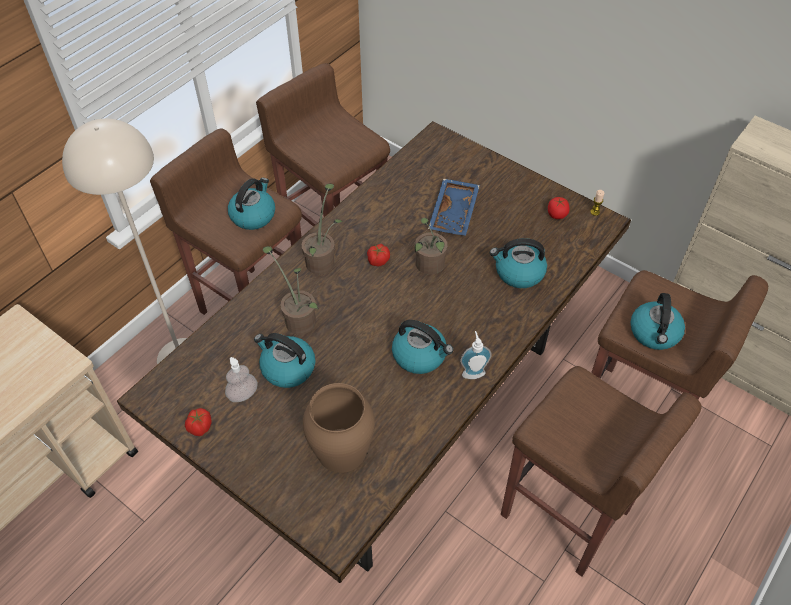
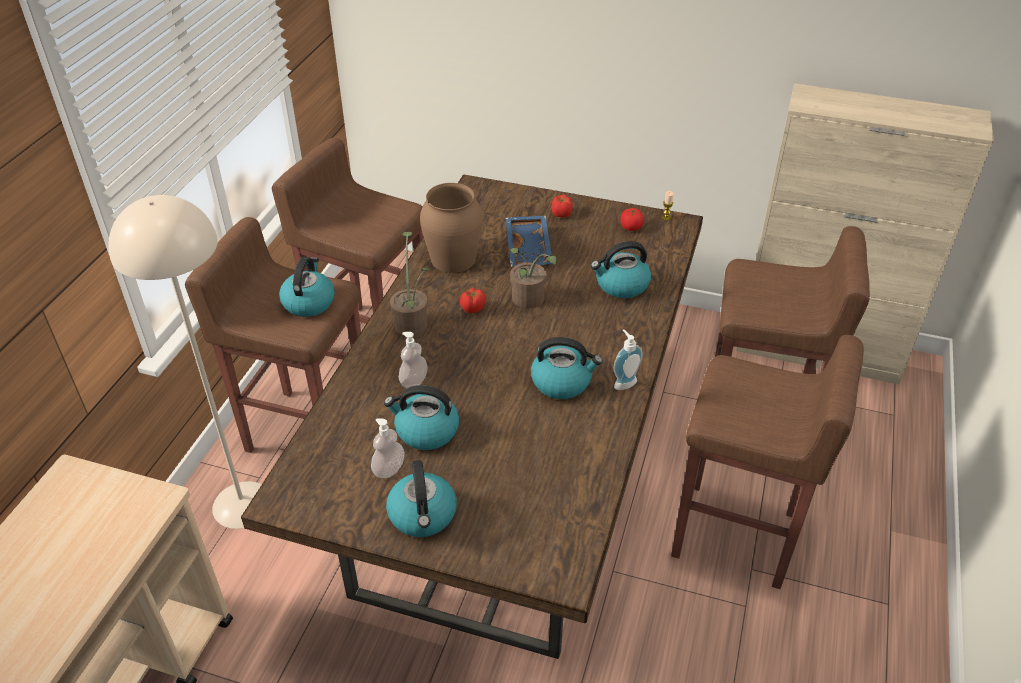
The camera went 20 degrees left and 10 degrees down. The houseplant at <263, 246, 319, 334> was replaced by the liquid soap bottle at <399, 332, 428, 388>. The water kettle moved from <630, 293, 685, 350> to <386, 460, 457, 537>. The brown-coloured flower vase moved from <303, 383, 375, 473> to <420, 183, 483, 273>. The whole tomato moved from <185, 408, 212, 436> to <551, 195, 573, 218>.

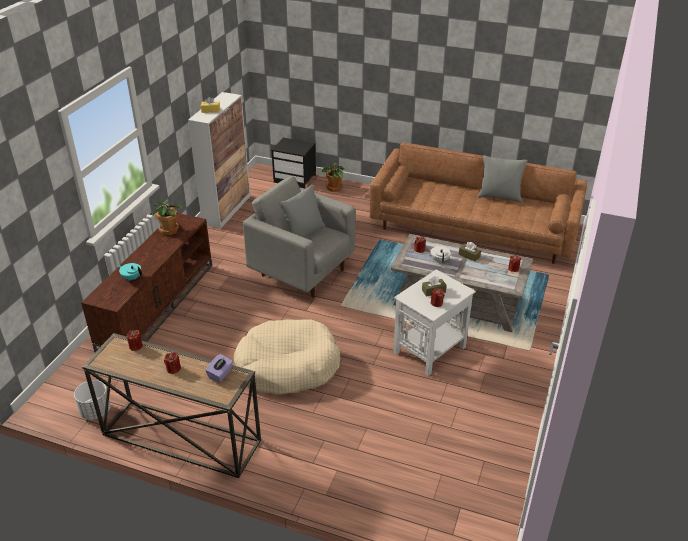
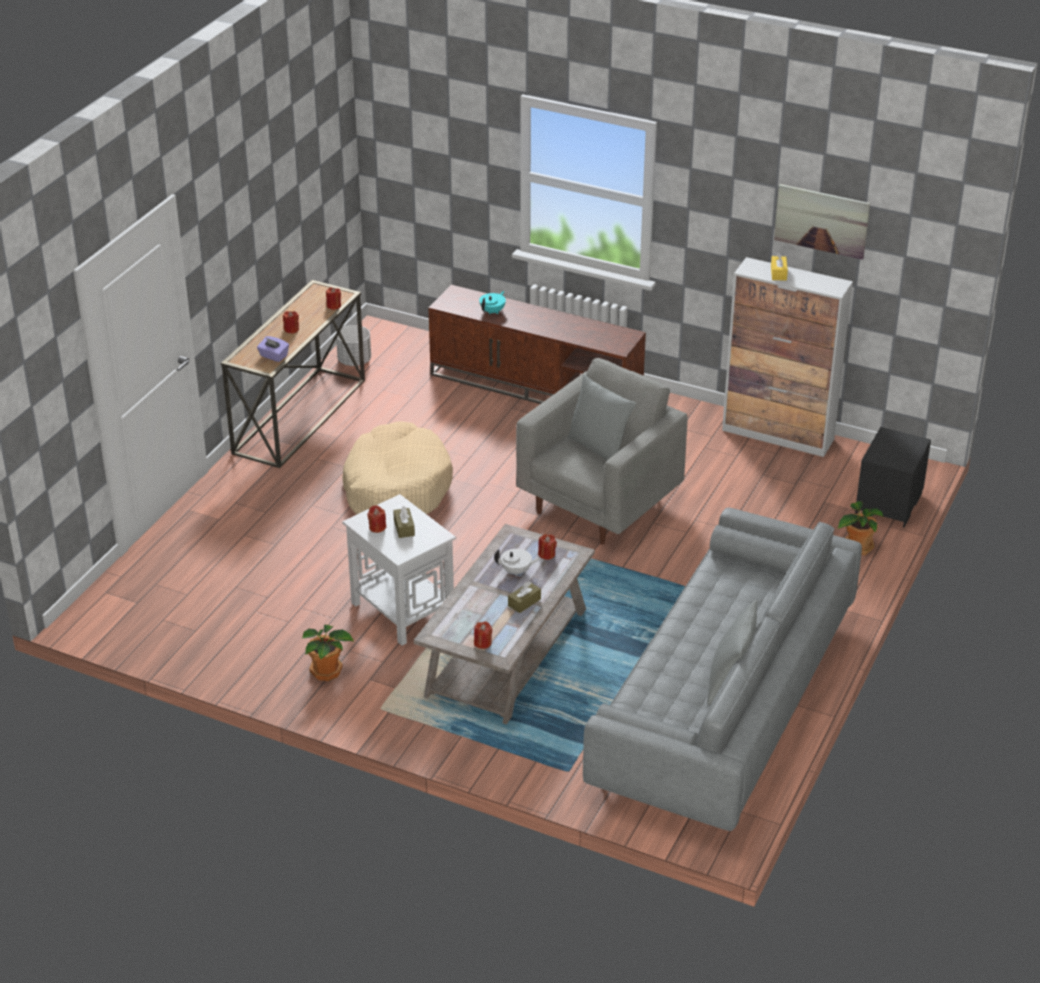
The camera went 95 degrees right and 0 degrees up. The brown-coloured couch at <370, 143, 587, 264> became the grey couch at <583, 508, 862, 831>. The houseplant moved from <153, 201, 182, 235> to <302, 625, 354, 681>. The picture at <774, 184, 870, 260> appeared.

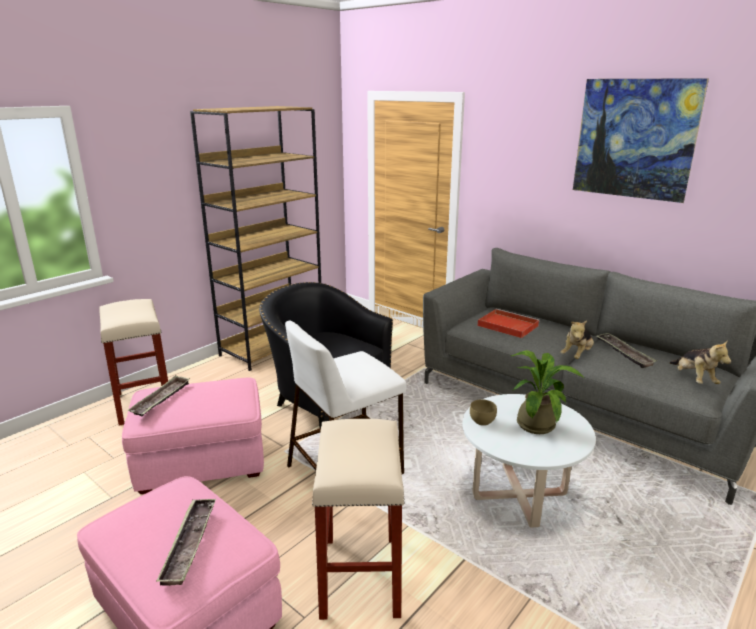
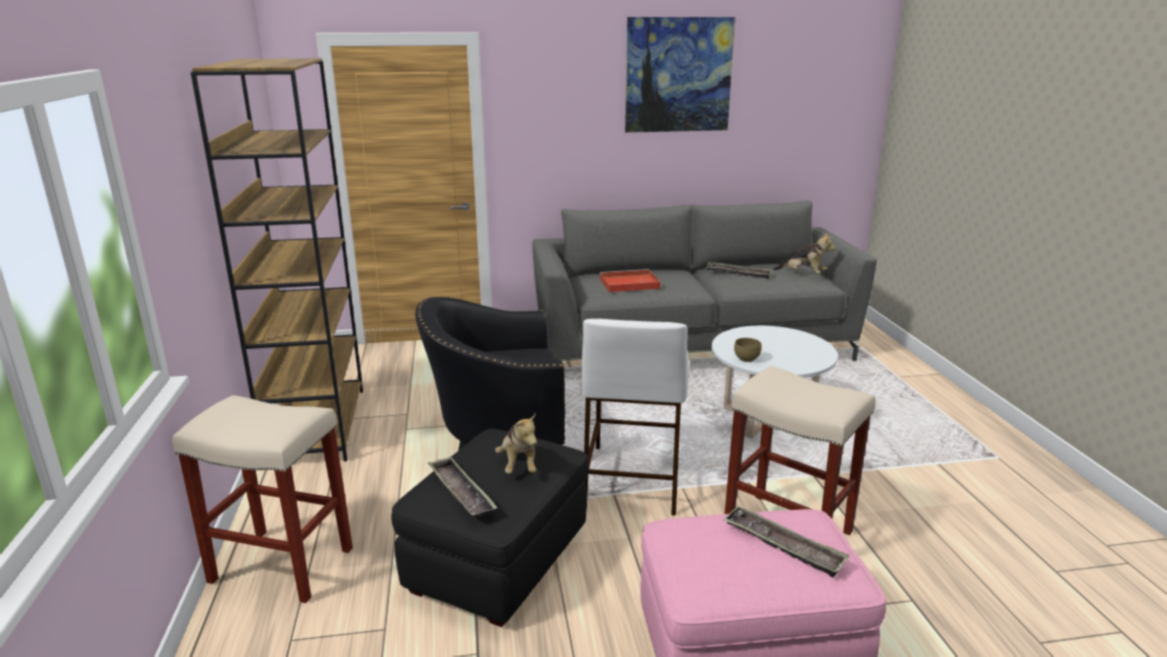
The camera went 50 degrees left and 0 degrees up. The plush toy moved from <560, 320, 594, 359> to <495, 413, 537, 474>. The houseplant at <511, 350, 584, 434> disappeared. The pinkish ottoman at <122, 378, 264, 494> became the black ottoman at <392, 429, 588, 627>.

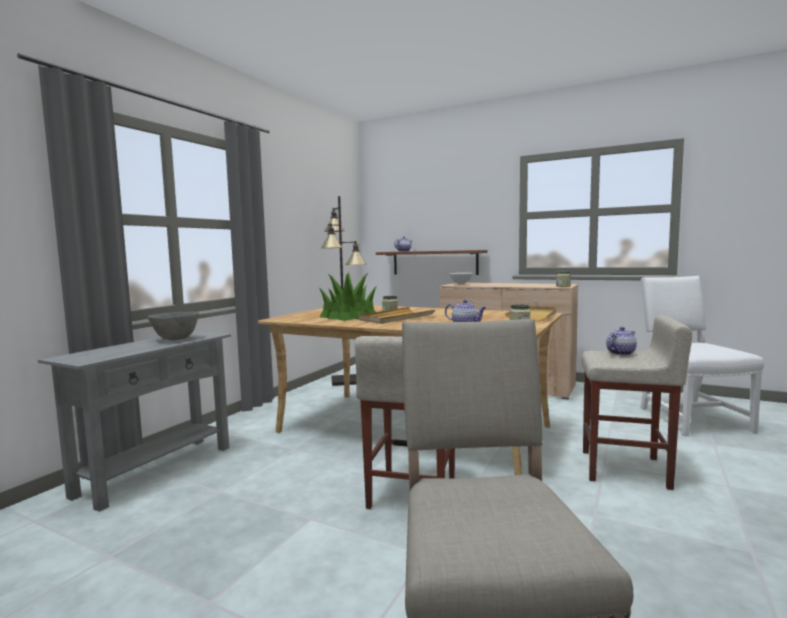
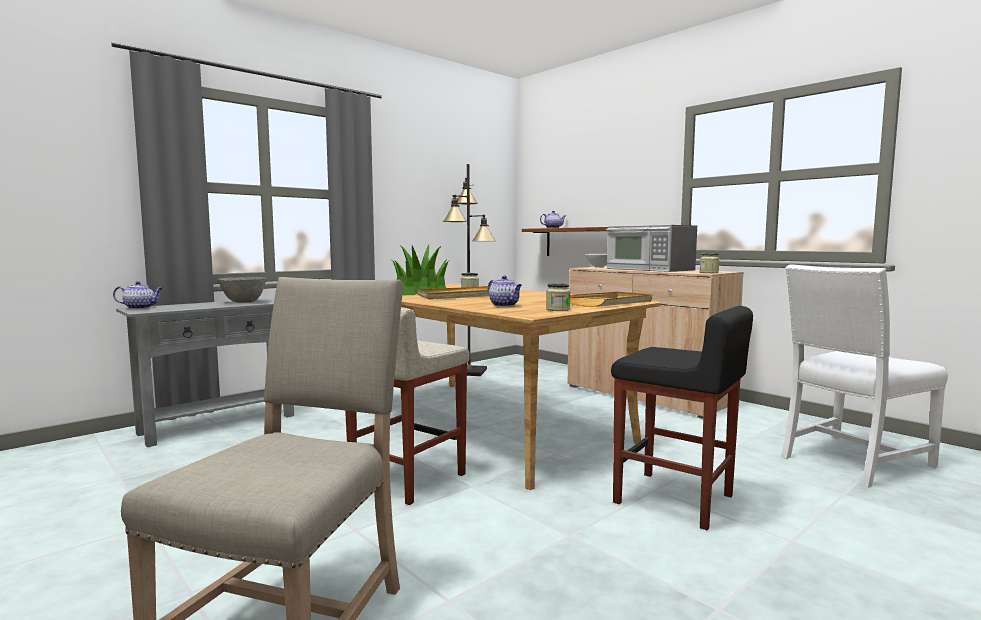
The camera went 20 degrees right and 0 degrees up. The whitish plain chair at <640, 276, 764, 436> turned 135 degrees counterclockwise. The beige-coloured stool at <581, 315, 692, 490> became the black stool at <611, 306, 753, 530>. The teapot moved from <606, 327, 637, 355> to <113, 281, 163, 309>. The microwave oven at <606, 225, 697, 272> appeared.

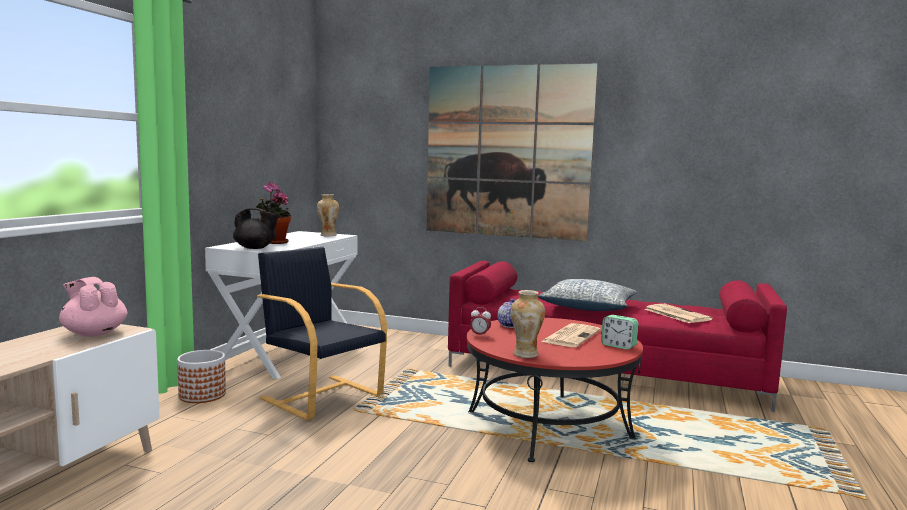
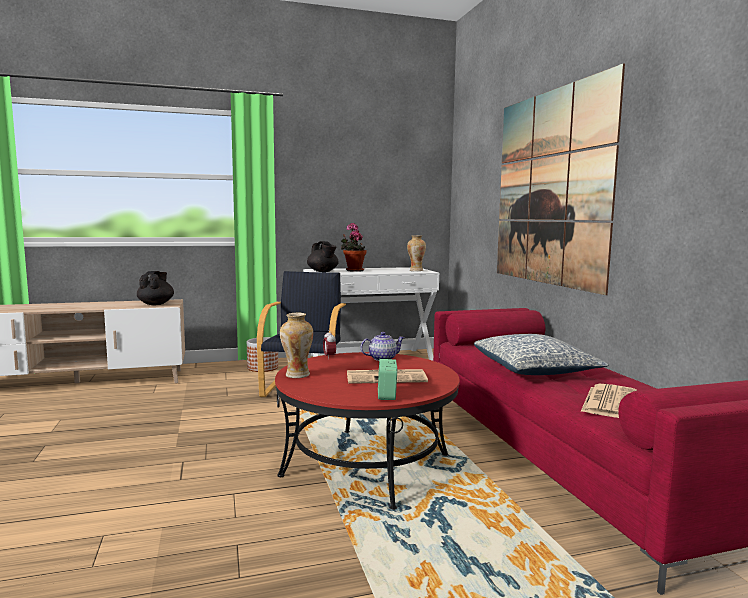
The camera went 55 degrees right and 0 degrees up. The pinkish teapot at <59, 277, 127, 337> became the black teapot at <137, 271, 174, 305>.

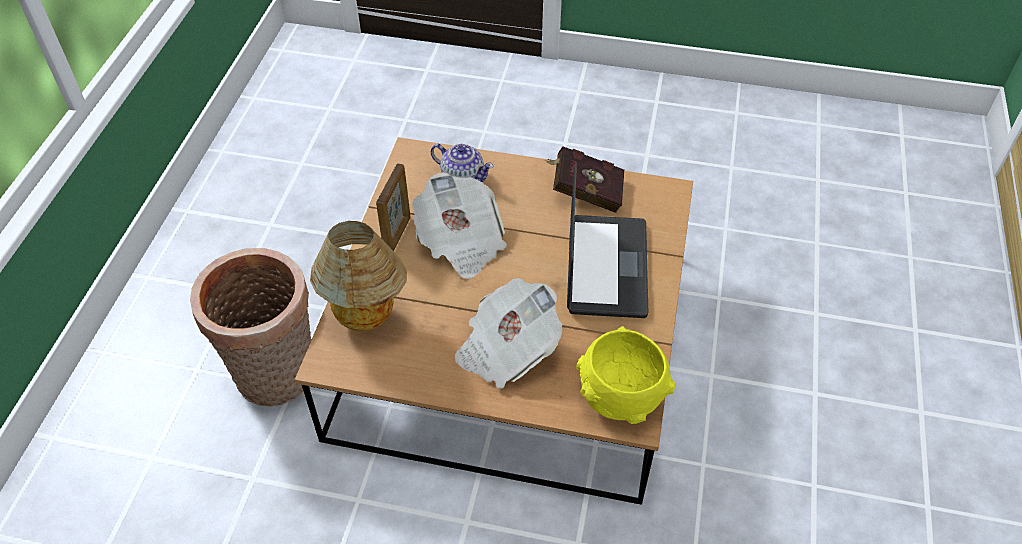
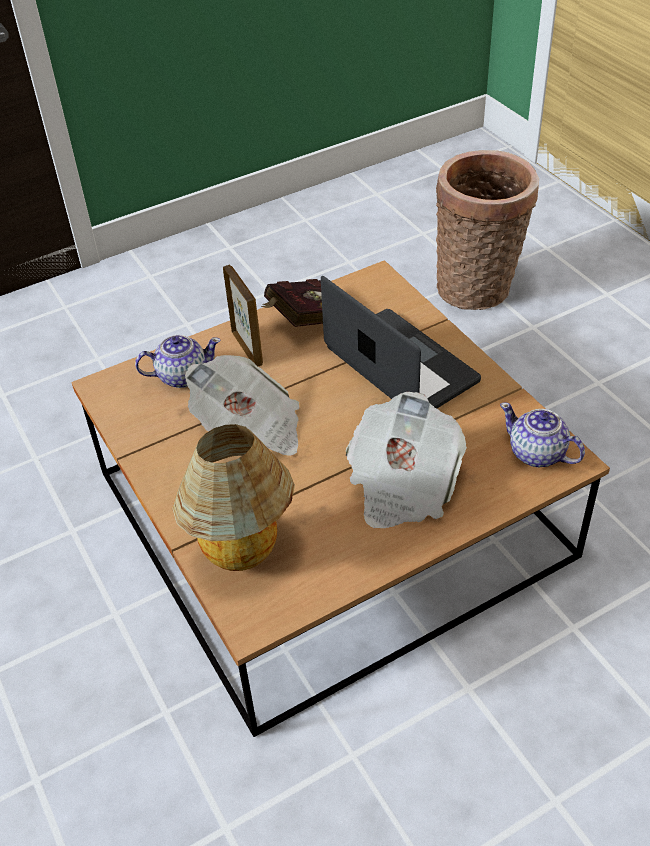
The camera went 40 degrees left and 5 degrees down. The picture frame moved from <376, 163, 410, 251> to <223, 265, 263, 366>. The basket moved from <190, 248, 312, 407> to <436, 150, 539, 310>. The yellow deep dish at <576, 326, 676, 424> was replaced by the teapot at <500, 403, 585, 468>.

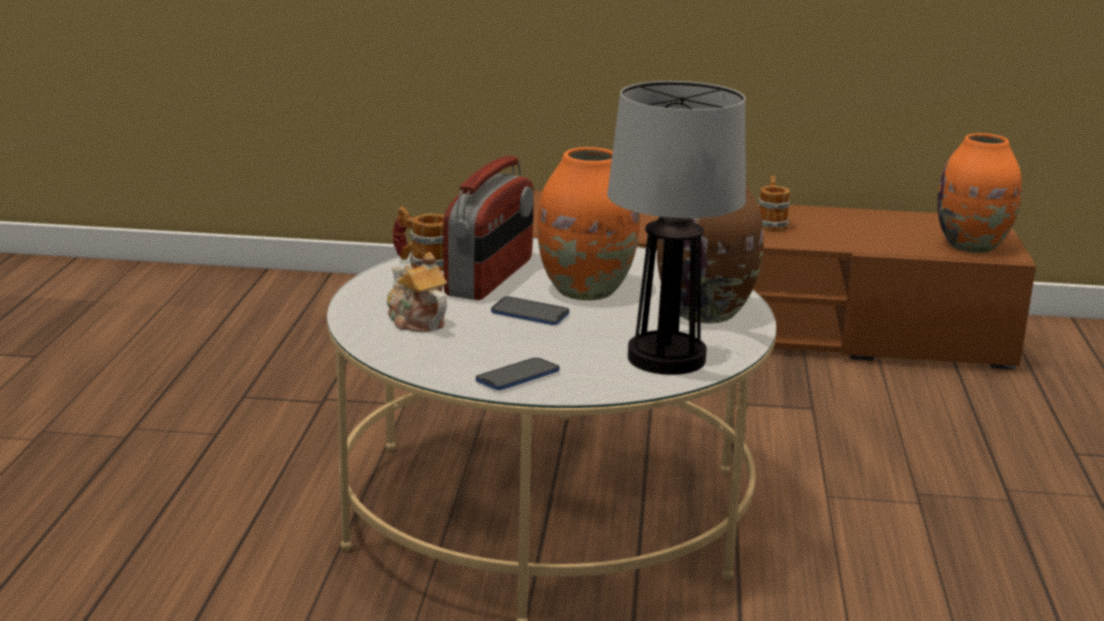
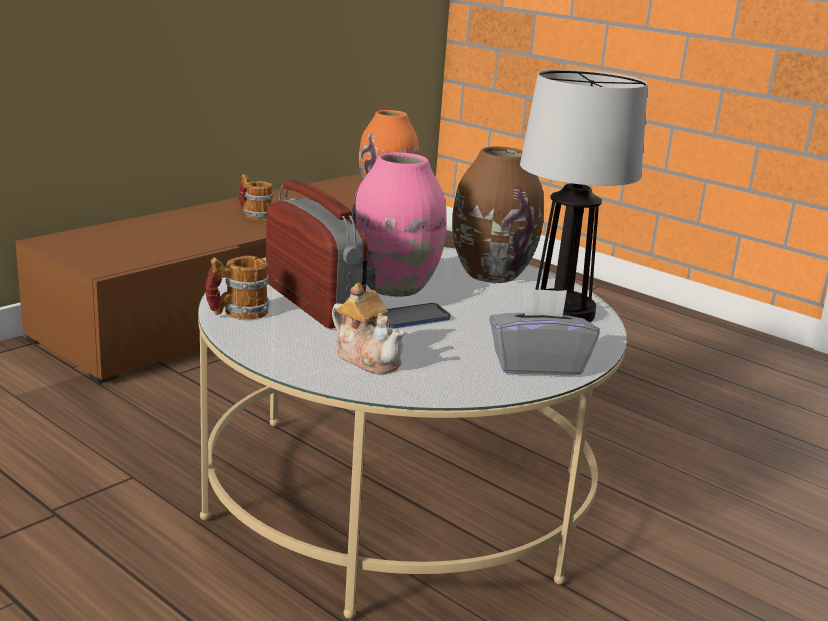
The camera went 55 degrees left and 0 degrees up. The orange-coloured flower vase at <537, 147, 639, 301> became the pinkish flower vase at <352, 152, 447, 297>. The teapot at <387, 252, 447, 332> turned 135 degrees counterclockwise. The phone at <476, 358, 560, 390> was replaced by the grey tissue holder at <489, 288, 600, 375>.

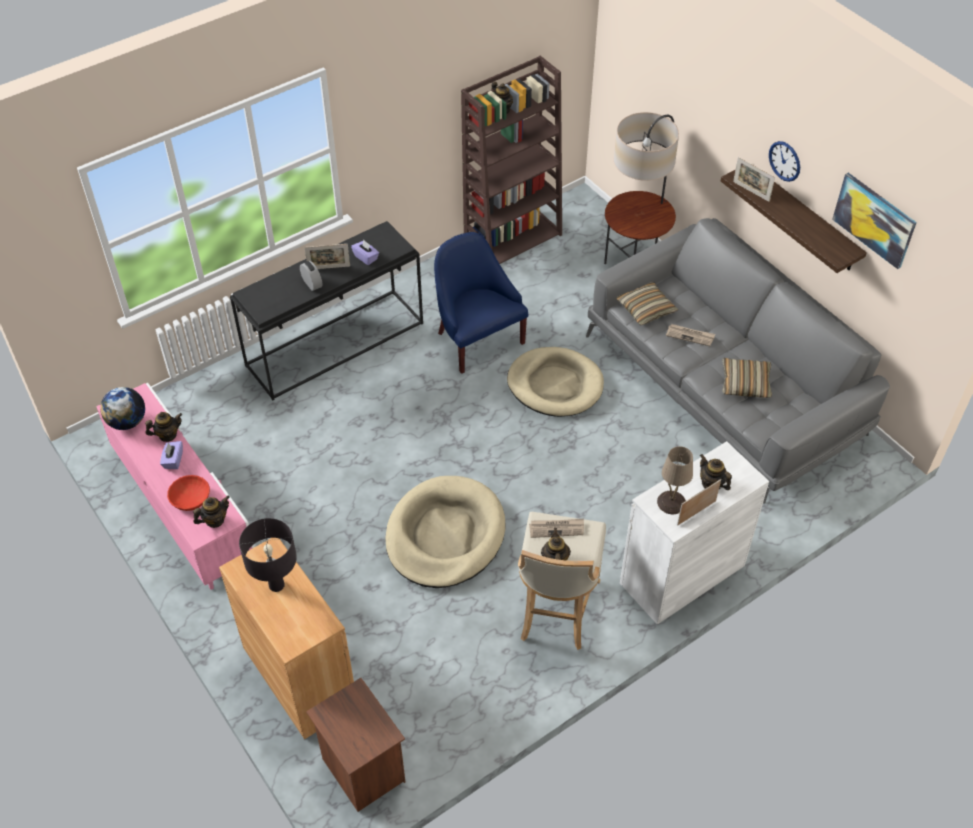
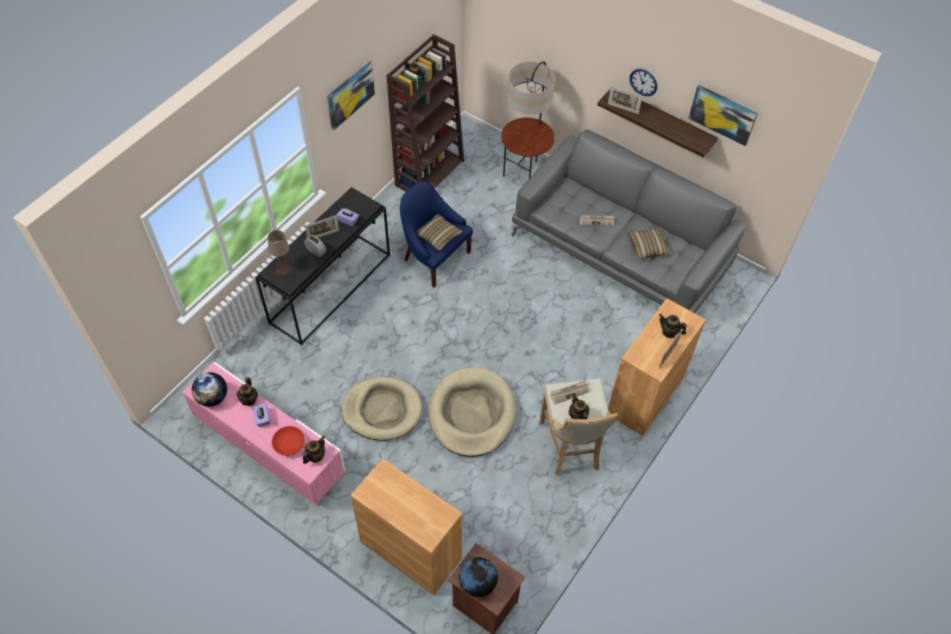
The camera went 20 degrees left and 5 degrees up. The throw pillow moved from <616, 282, 679, 325> to <418, 214, 463, 250>. The beige-coloured dog bed moved from <507, 347, 604, 417> to <342, 376, 422, 441>. The teapot at <145, 412, 182, 442> turned 135 degrees clockwise. The whitish storage cabinet at <620, 441, 769, 624> became the brown-coloured storage cabinet at <608, 298, 706, 436>. The beige-coloured table lamp moved from <657, 446, 693, 514> to <268, 230, 294, 276>. The black table lamp at <239, 518, 297, 592> disappeared. The picture at <327, 61, 375, 130> appeared. The globe at <459, 557, 498, 597> appeared.

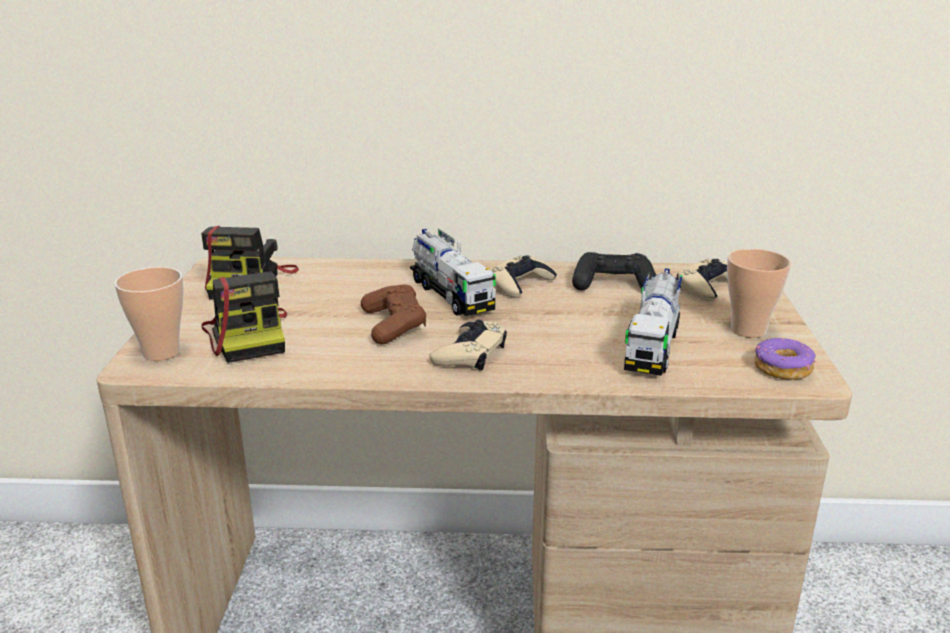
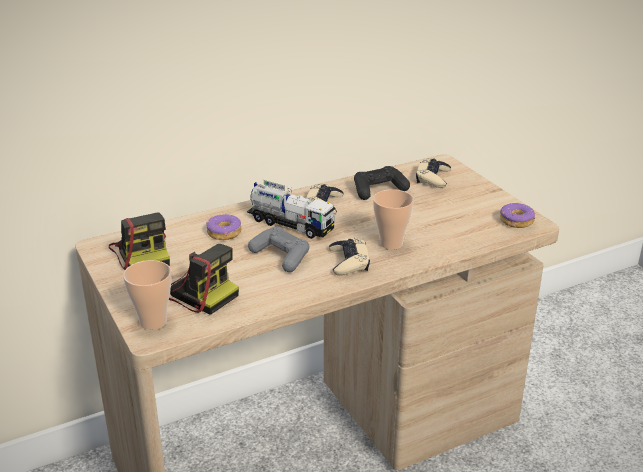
The camera went 30 degrees left and 5 degrees up. The drinking cup moved from <727, 249, 791, 338> to <373, 189, 414, 250>. The toy lorry at <624, 268, 683, 376> disappeared. The brown-coloured game controller at <361, 285, 426, 344> became the grey game controller at <248, 227, 309, 272>. The doughnut at <206, 214, 241, 240> appeared.

